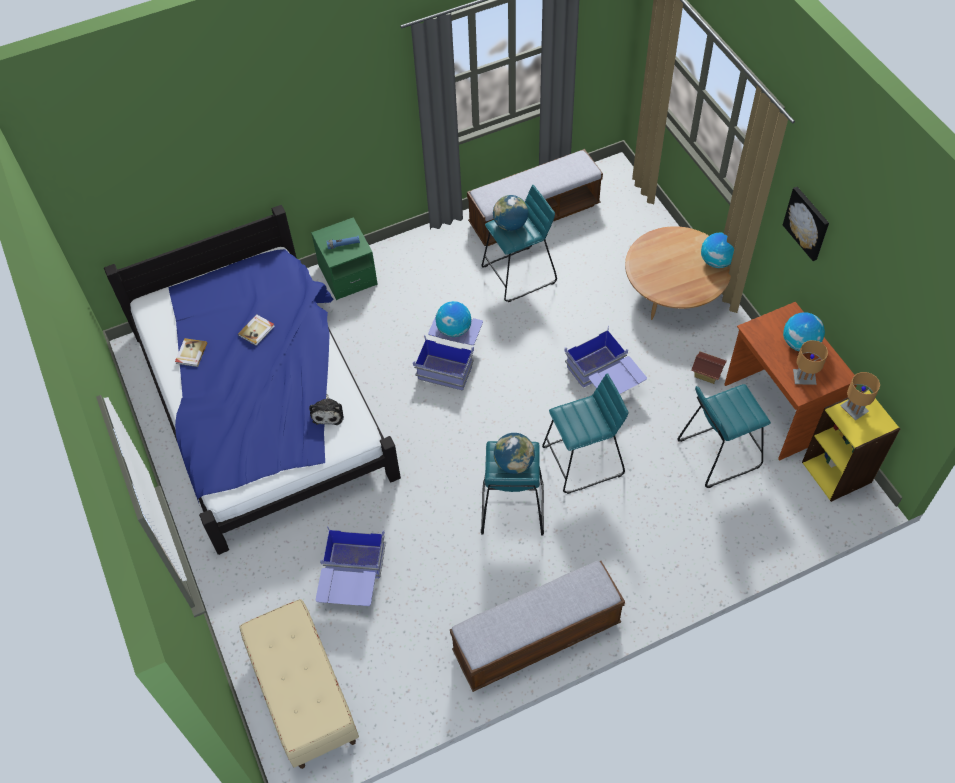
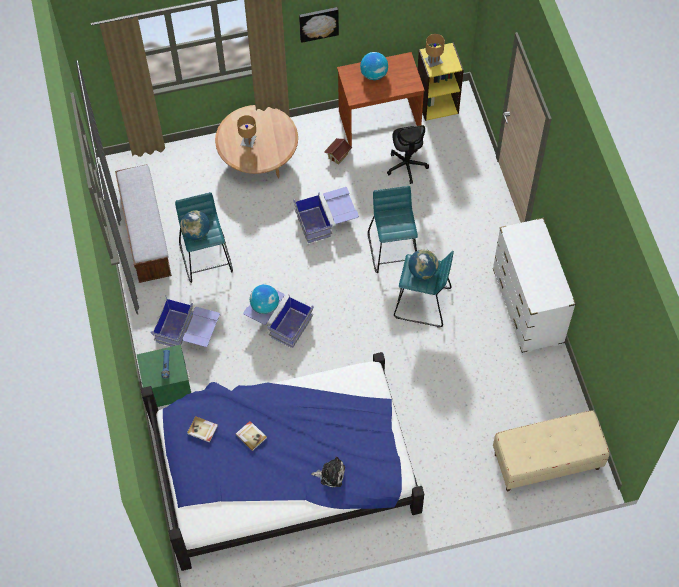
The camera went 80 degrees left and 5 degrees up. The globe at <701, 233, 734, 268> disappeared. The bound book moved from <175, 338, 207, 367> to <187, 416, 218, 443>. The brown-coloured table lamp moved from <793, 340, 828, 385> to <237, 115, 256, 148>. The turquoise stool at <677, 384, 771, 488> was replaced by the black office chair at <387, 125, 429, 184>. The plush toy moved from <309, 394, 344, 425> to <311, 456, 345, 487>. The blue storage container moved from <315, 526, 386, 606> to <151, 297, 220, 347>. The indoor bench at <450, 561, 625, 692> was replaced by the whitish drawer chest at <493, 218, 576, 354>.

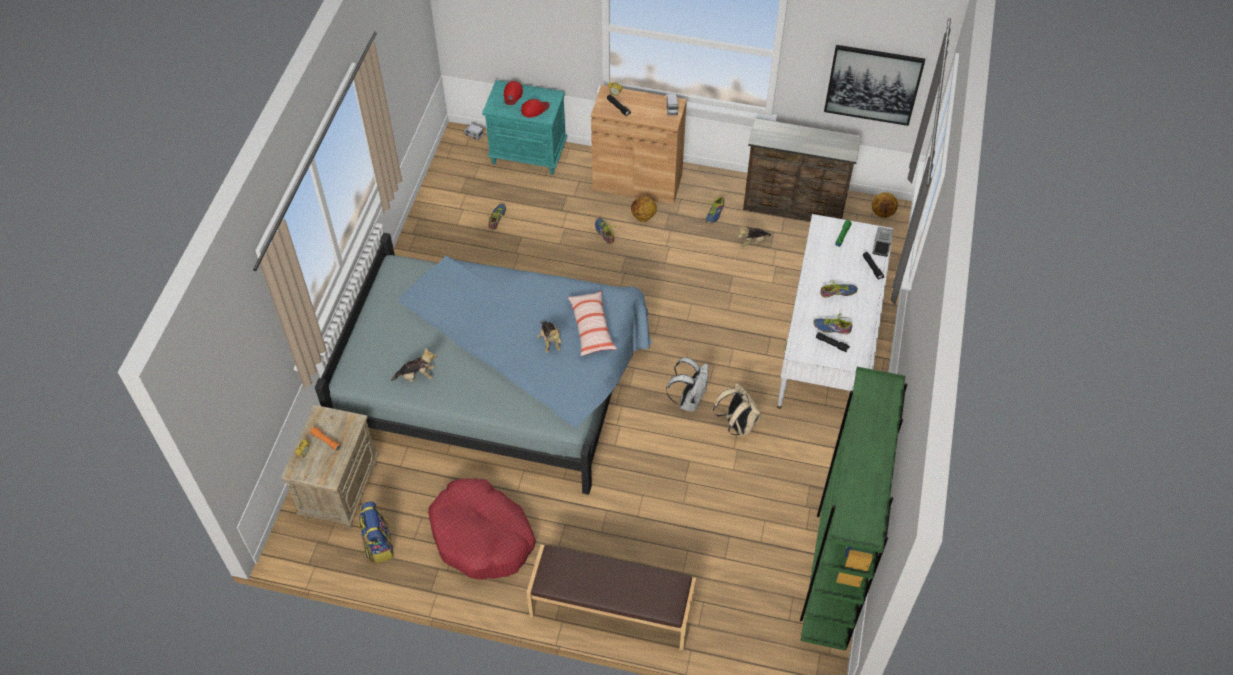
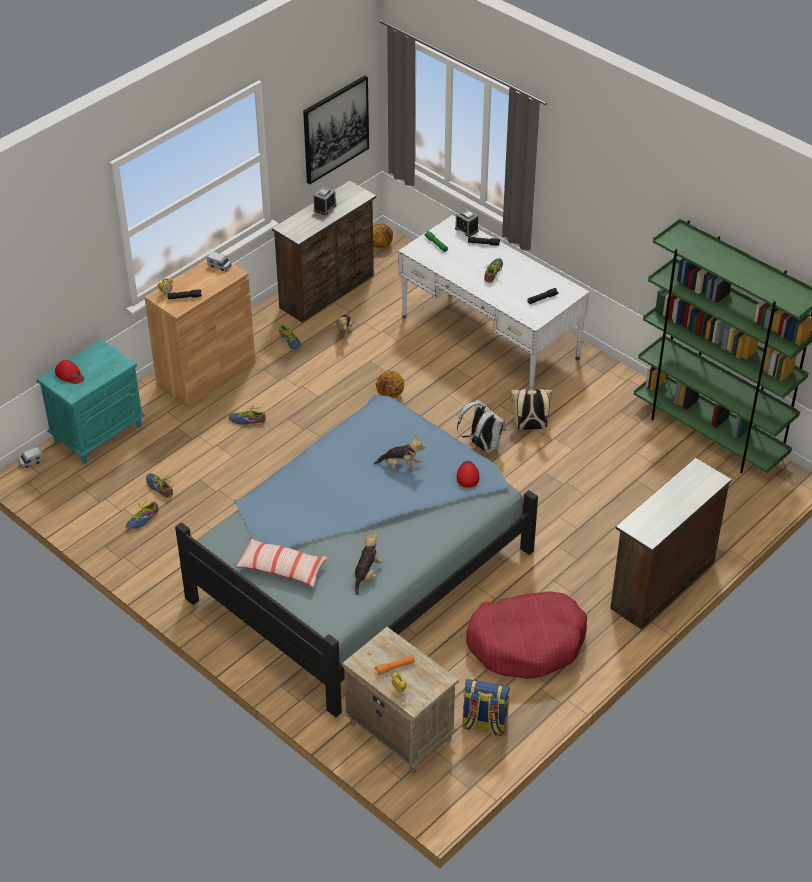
The camera went 60 degrees left and 10 degrees down. The red-coloured baseball cap moved from <521, 99, 550, 118> to <457, 461, 479, 488>. The basketball moved from <631, 196, 657, 222> to <376, 371, 404, 398>. The throw pillow moved from <568, 291, 617, 356> to <235, 538, 327, 587>. The low shoe moved from <813, 313, 852, 334> to <126, 498, 159, 530>. The brown-coloured indoor bench at <526, 545, 696, 651> was replaced by the brown-coloured drawer chest at <610, 458, 732, 630>. The table clock at <313, 186, 336, 215> appeared.

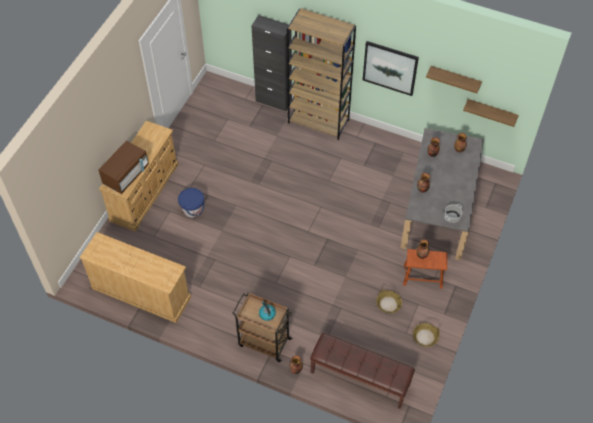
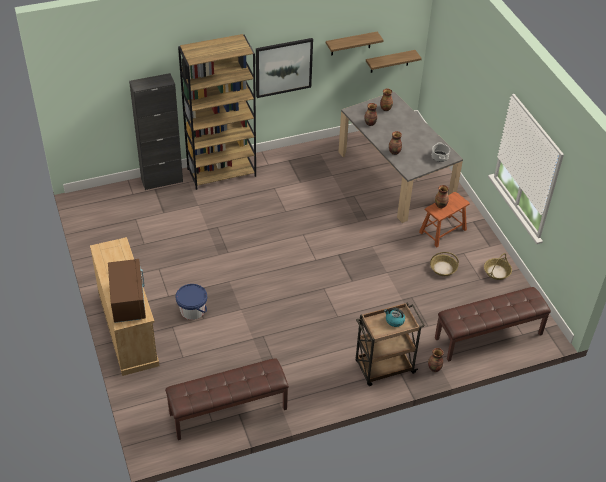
The camera went 45 degrees left and 10 degrees down. The beige-coloured drawer chest at <79, 232, 191, 323> was replaced by the brown-coloured indoor bench at <165, 358, 289, 440>.

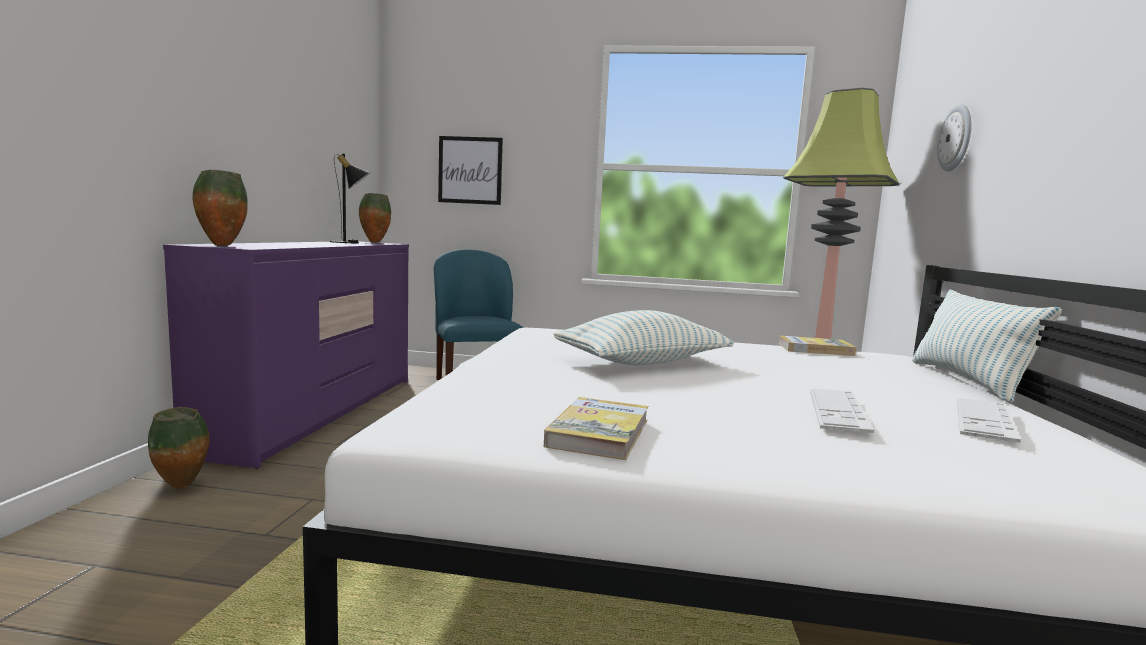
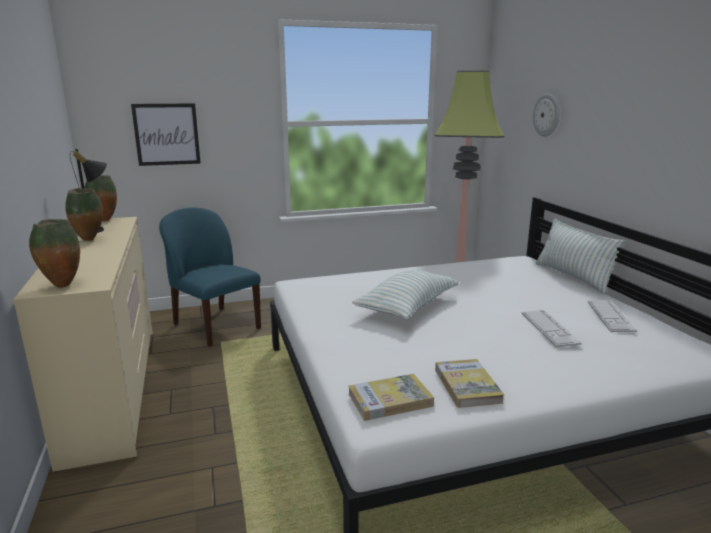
The camera went 25 degrees left and 10 degrees up. The purple-coloured drawer chest at <163, 242, 409, 469> became the beige-coloured drawer chest at <13, 217, 153, 472>. The bound book moved from <778, 335, 856, 356> to <348, 374, 434, 421>. The flower vase moved from <148, 407, 210, 489> to <65, 188, 103, 241>.

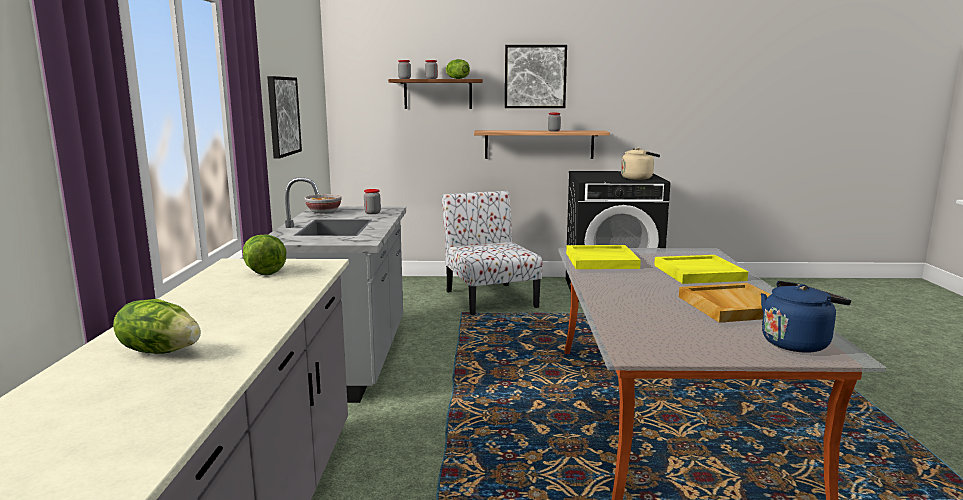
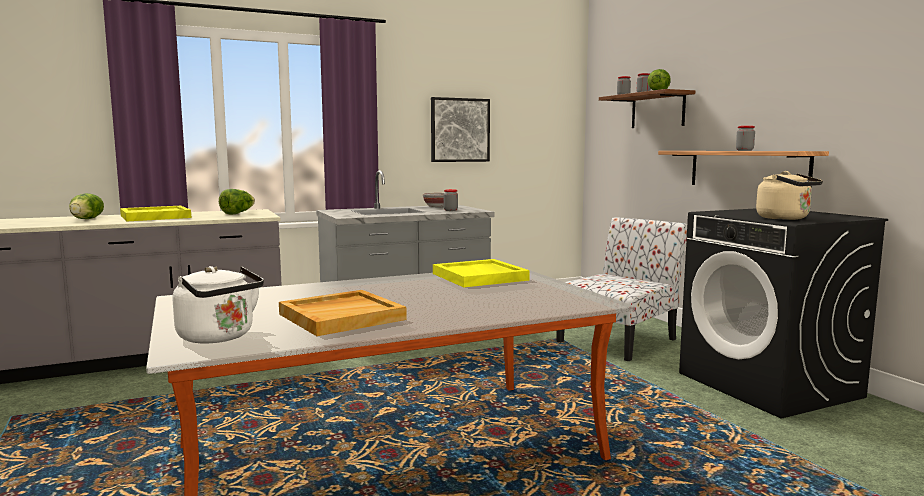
The camera went 65 degrees right and 5 degrees down. The picture at <505, 45, 567, 108> disappeared. The yellow carrying tray moved from <654, 255, 748, 284> to <120, 206, 192, 221>. The blue water kettle at <761, 281, 851, 353> became the whitish water kettle at <173, 266, 264, 344>.

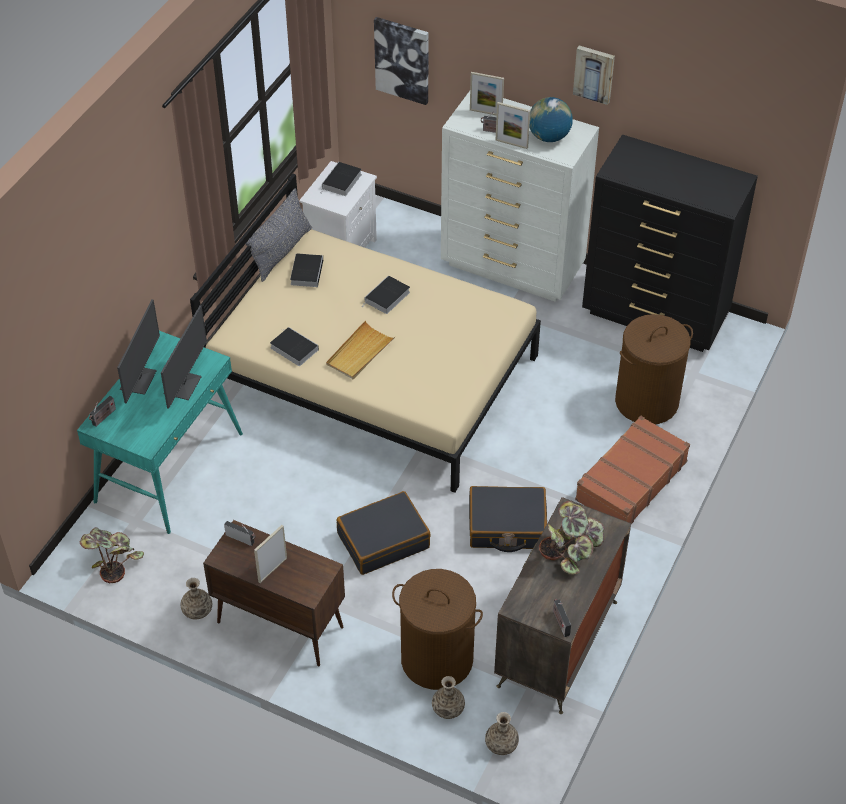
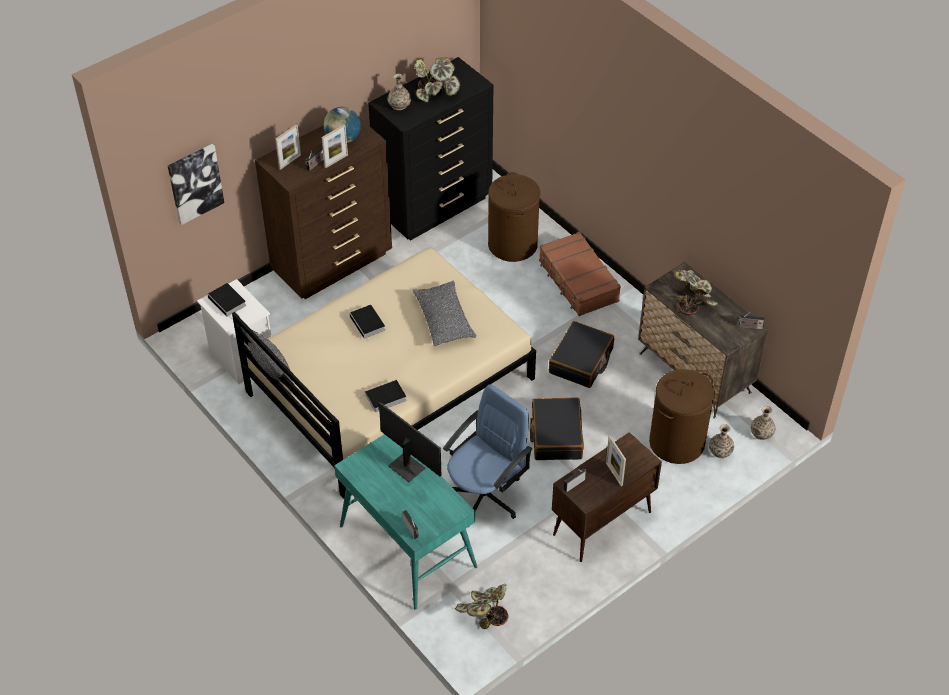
The camera went 65 degrees left and 0 degrees up. The picture at <573, 46, 615, 105> disappeared. The whitish drawer chest at <441, 91, 599, 302> became the brown-coloured drawer chest at <255, 118, 392, 299>. The bound book at <290, 253, 323, 287> disappeared. The computer display at <117, 299, 160, 404> disappeared. The beige-coloured carrying tray at <326, 321, 395, 379> disappeared. The flower vase moved from <181, 578, 212, 620> to <388, 74, 411, 110>. The houseplant at <414, 57, 460, 102> appeared. The grey throw pillow at <413, 281, 476, 346> appeared. The blue office chair at <443, 384, 532, 519> appeared.

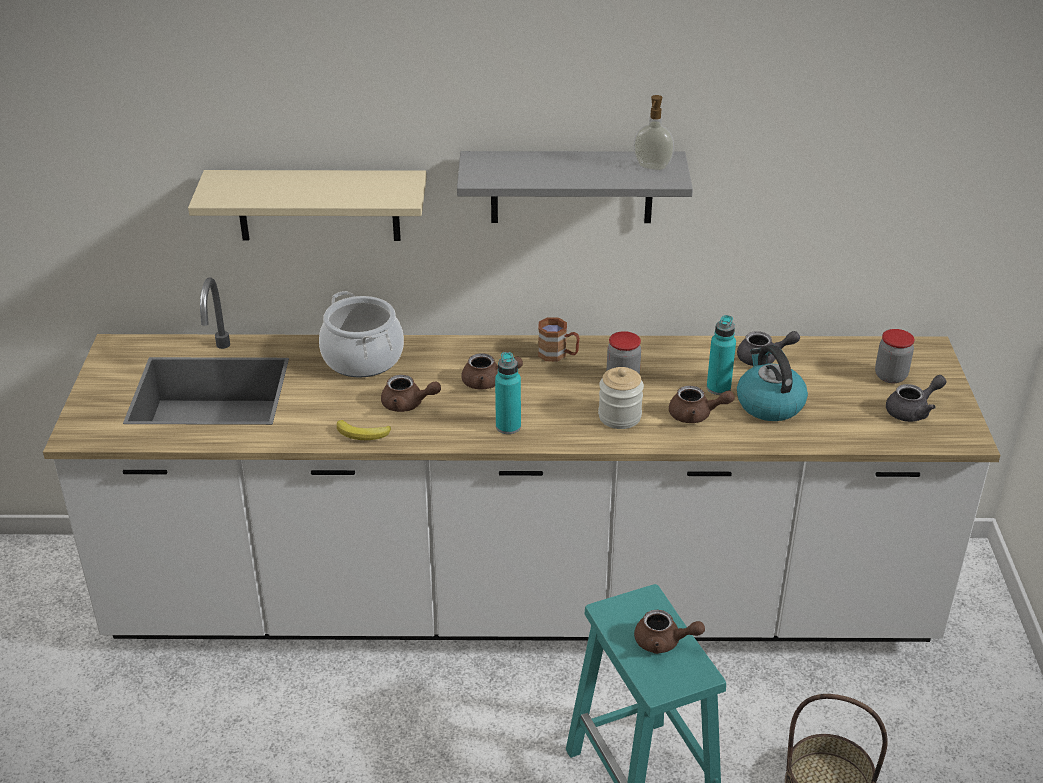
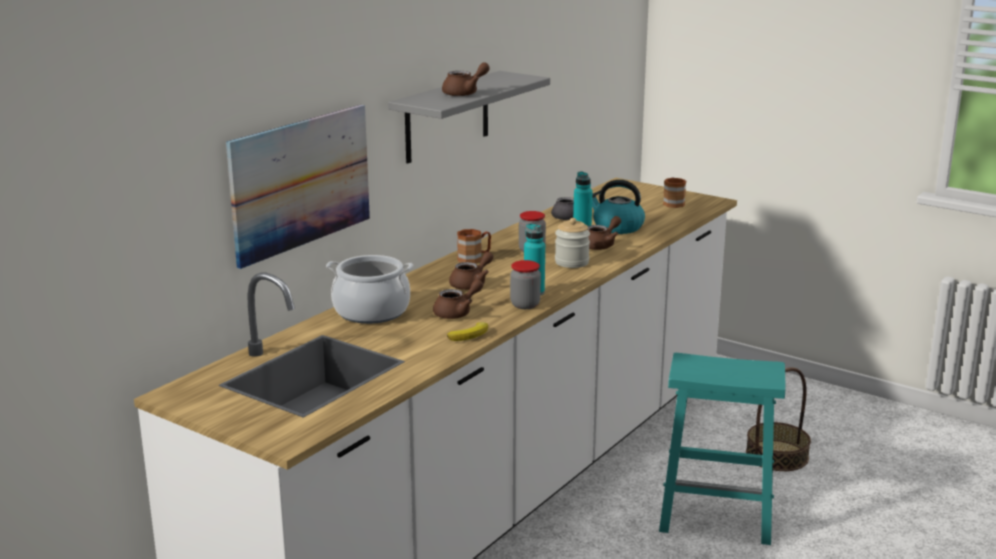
The camera went 55 degrees left and 15 degrees down. The liquid soap bottle at <633, 95, 674, 170> disappeared. The beige-coloured bracket shelf at <188, 170, 427, 241> was replaced by the picture at <226, 105, 370, 269>. The jar moved from <875, 329, 915, 384> to <510, 260, 541, 309>. The grey teapot at <886, 375, 947, 422> was replaced by the brown-coloured mug at <663, 178, 686, 208>. The brown-coloured teapot moved from <634, 610, 705, 654> to <442, 62, 490, 96>.

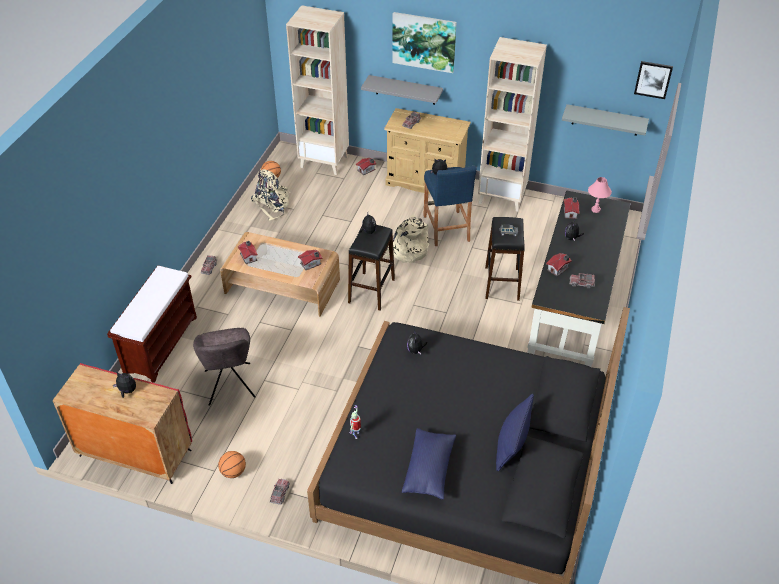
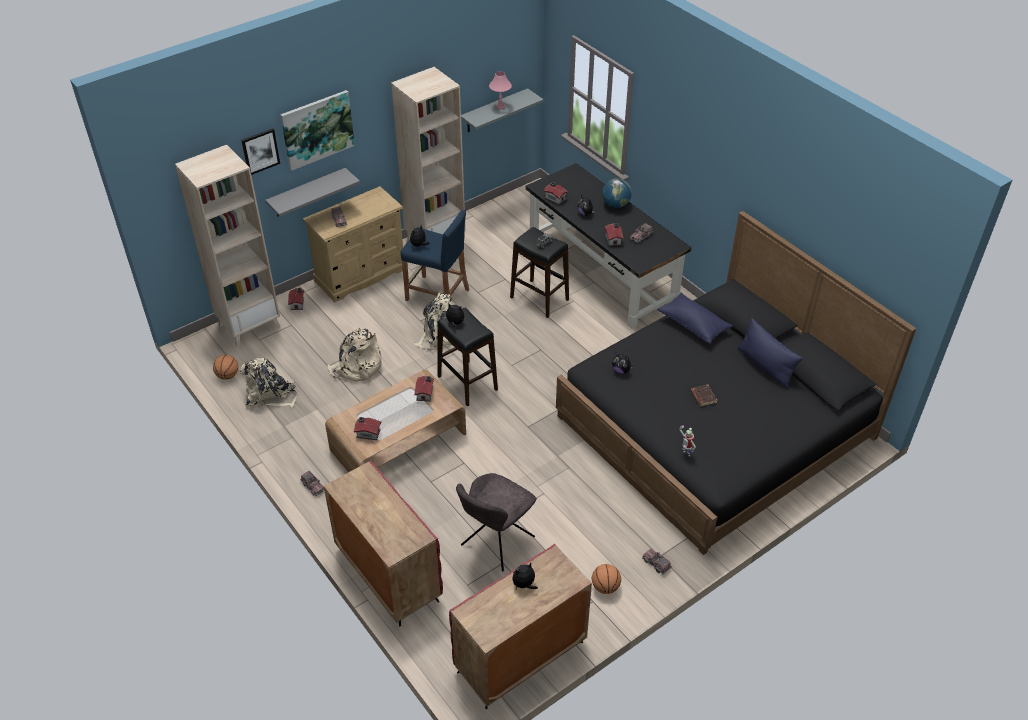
The camera went 55 degrees left and 0 degrees up. The picture moved from <634, 61, 673, 99> to <241, 128, 280, 175>. The pinkish table lamp moved from <588, 177, 612, 213> to <489, 71, 512, 109>. The brown-coloured indoor bench at <107, 265, 197, 383> was replaced by the red-coloured storage cabinet at <324, 461, 443, 627>. The grey plain chair at <193, 328, 256, 406> turned 105 degrees clockwise. The blue throw pillow moved from <402, 428, 456, 500> to <657, 293, 733, 344>. The globe at <602, 178, 632, 208> appeared. The beige-coloured rucksack at <327, 327, 381, 382> appeared. The brown-coloured bound book at <691, 384, 717, 406> appeared.

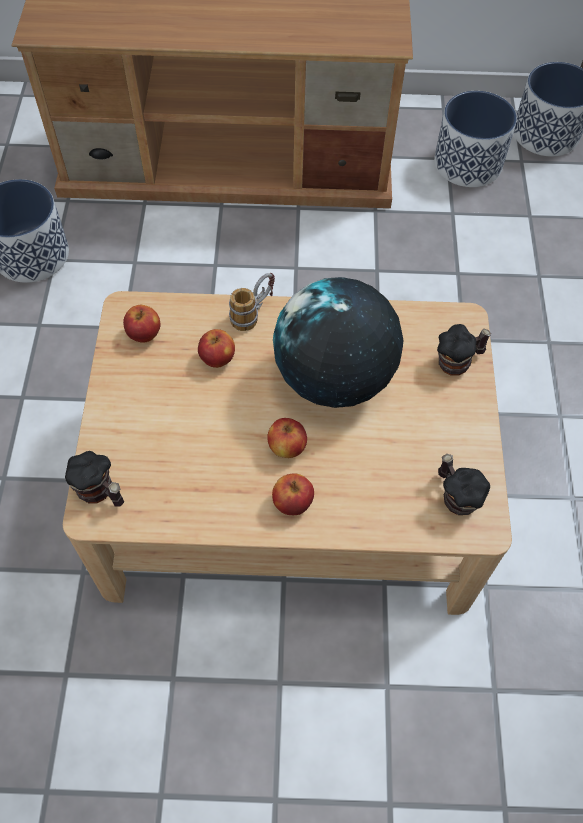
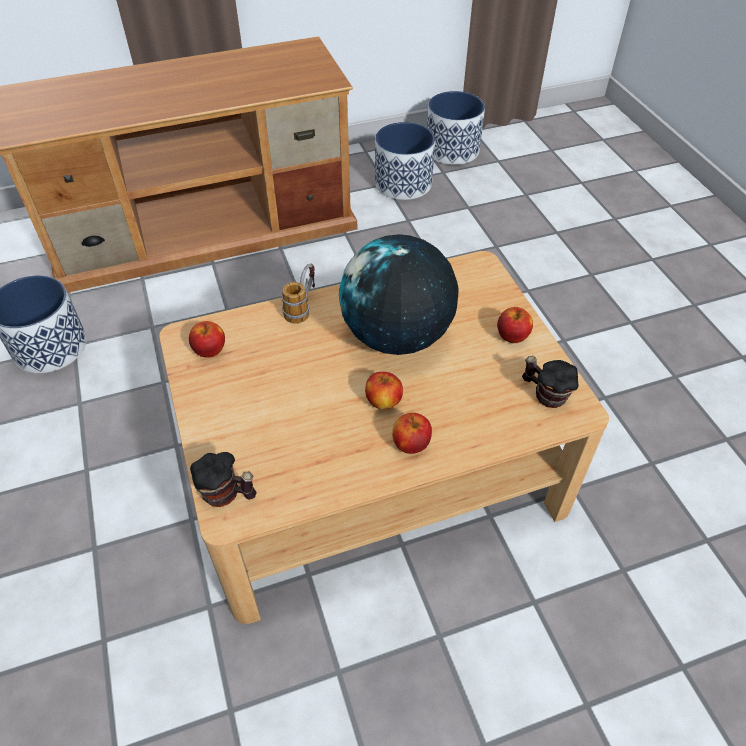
The camera went 20 degrees left and 10 degrees down. The mug at <437, 324, 491, 376> disappeared. The apple fruit moved from <198, 329, 235, 368> to <497, 307, 533, 343>.

